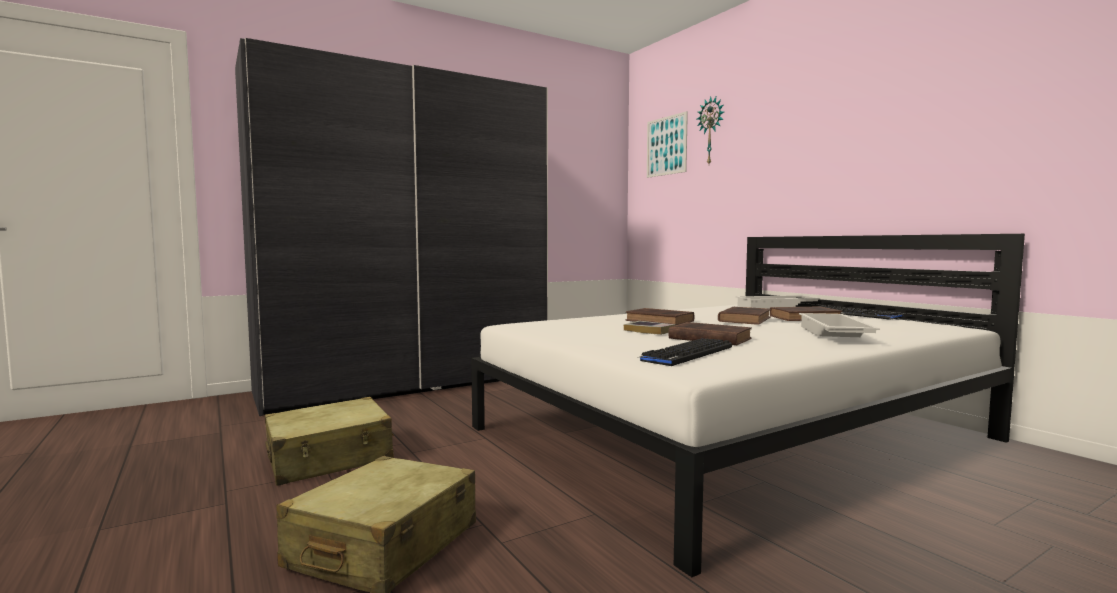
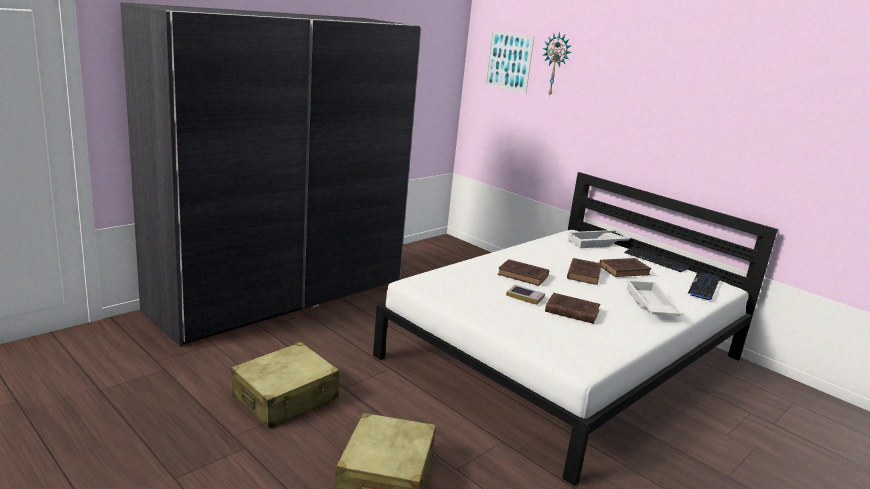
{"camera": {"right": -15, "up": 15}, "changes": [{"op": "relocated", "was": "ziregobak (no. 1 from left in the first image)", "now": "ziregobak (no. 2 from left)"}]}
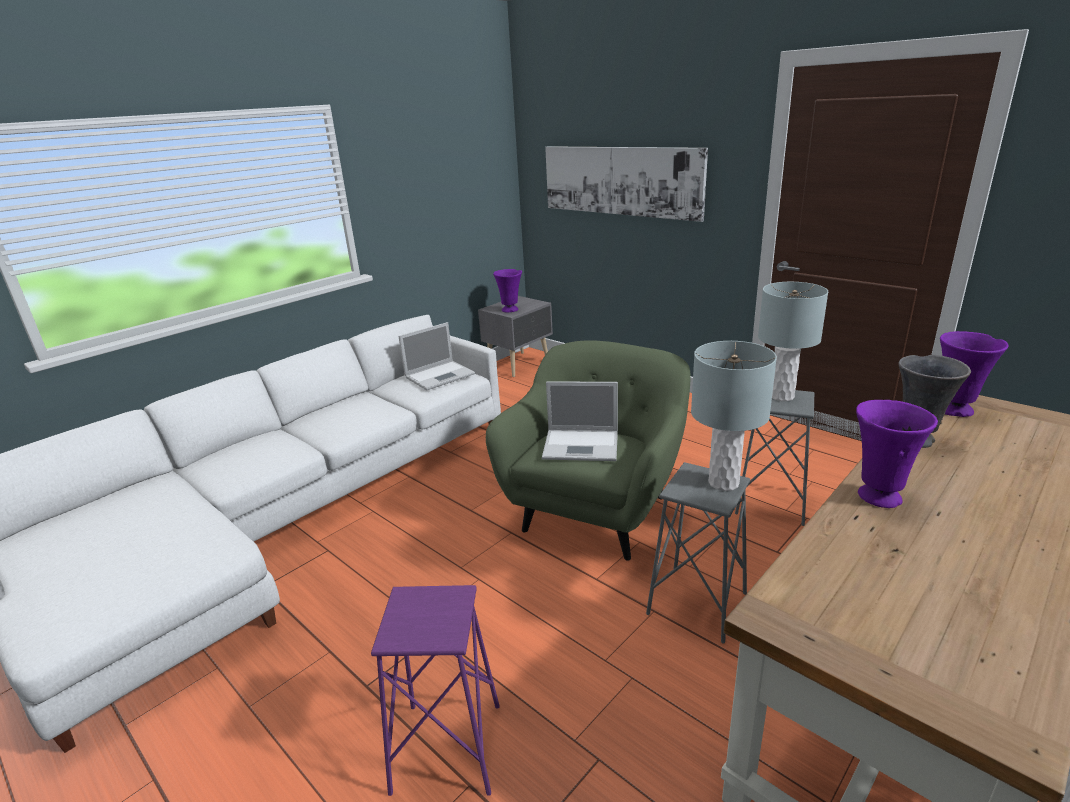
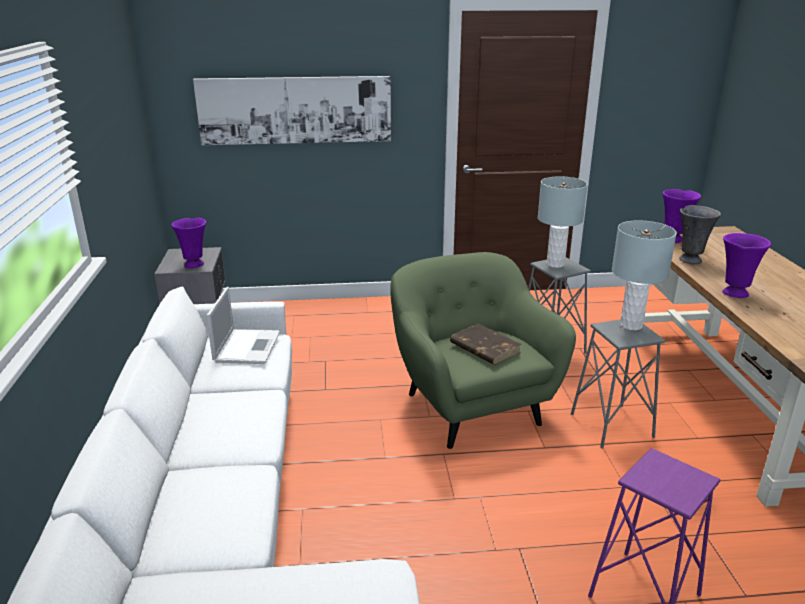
{"camera": {"right": -50, "up": 0}, "changes": [{"op": "exchanged", "was": "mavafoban (no. 2 from left)", "now": "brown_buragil"}]}
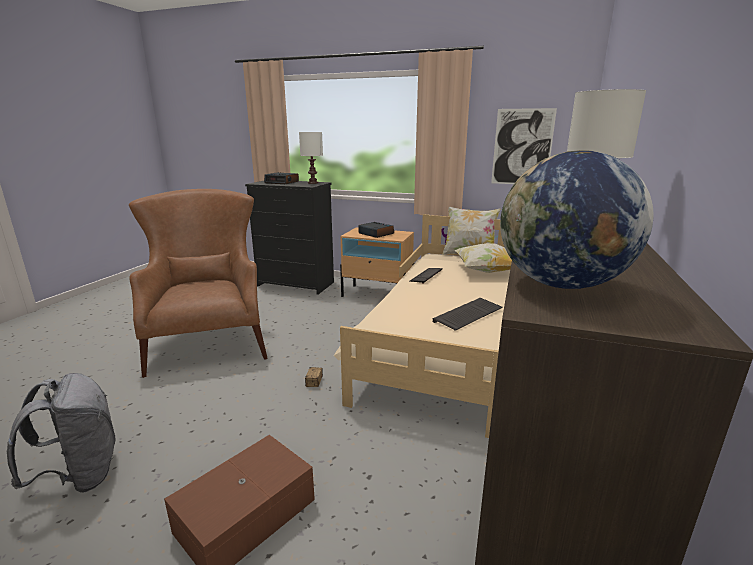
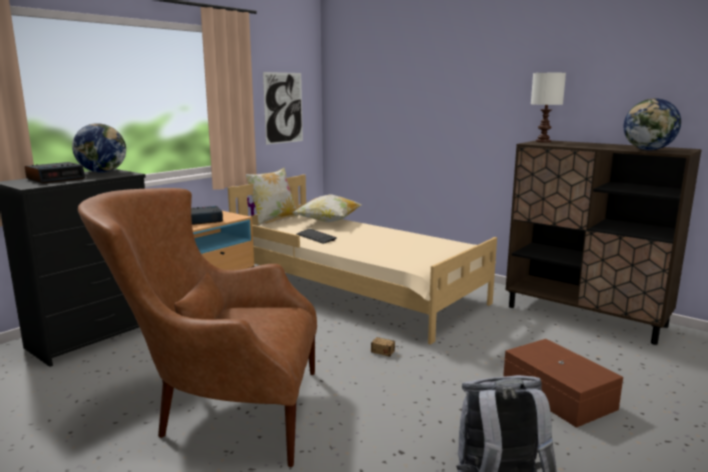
{"camera": {"right": -70, "up": -5}, "changes": [{"op": "exchanged", "was": "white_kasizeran (no. 1 from left)", "now": "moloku (no. 1 from left)"}, {"op": "missing", "was": "ziregobak (no. 2 from left)"}]}
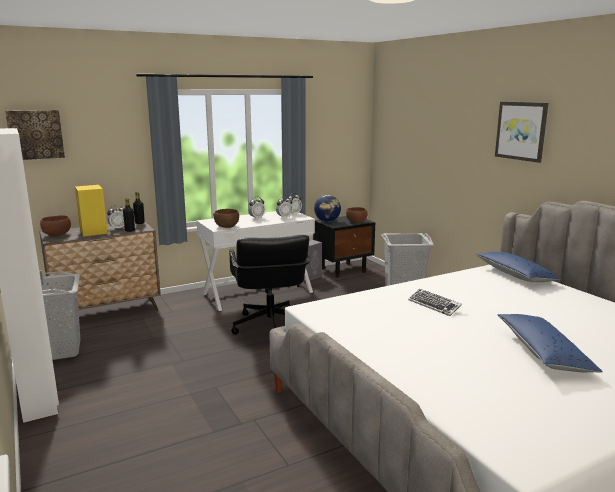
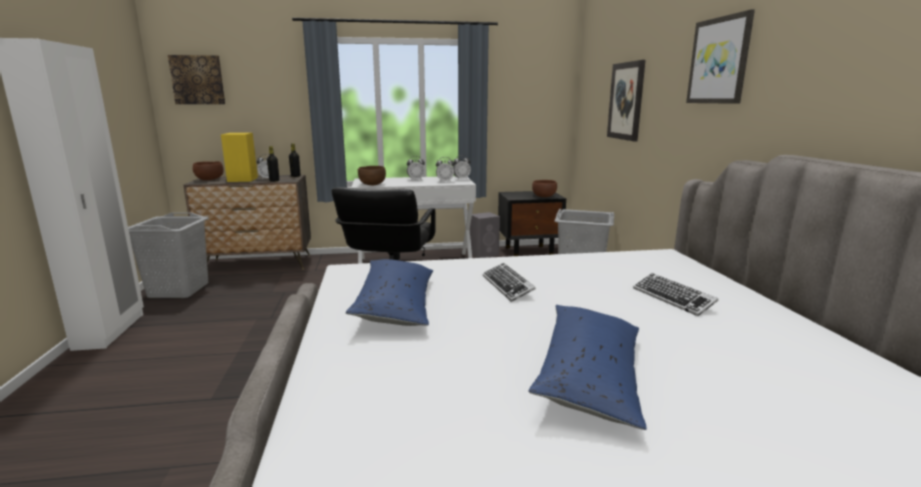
{"camera": {"right": 20, "up": 0}, "changes": [{"op": "relocated", "was": "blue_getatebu (no. 1 from left)"}, {"op": "appeared", "now": "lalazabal (no. 2 from left)"}, {"op": "appeared", "now": "ziregobak (no. 2 from left)"}, {"op": "missing", "was": "moloku"}]}
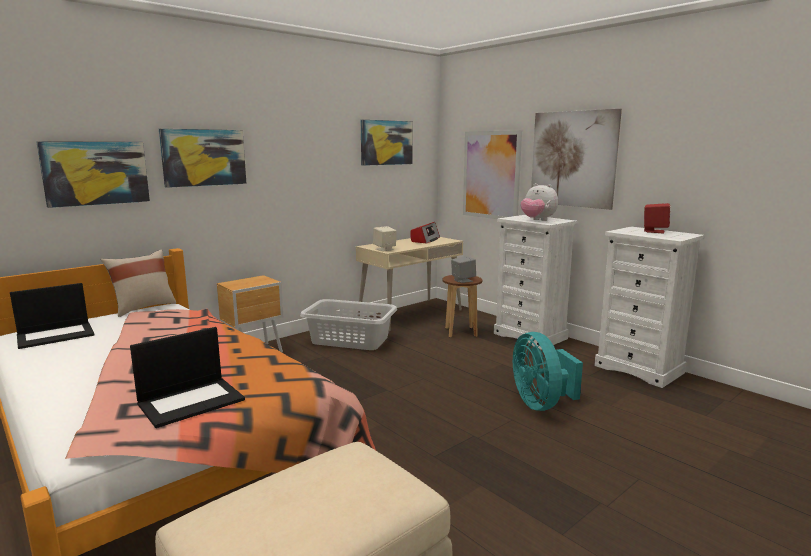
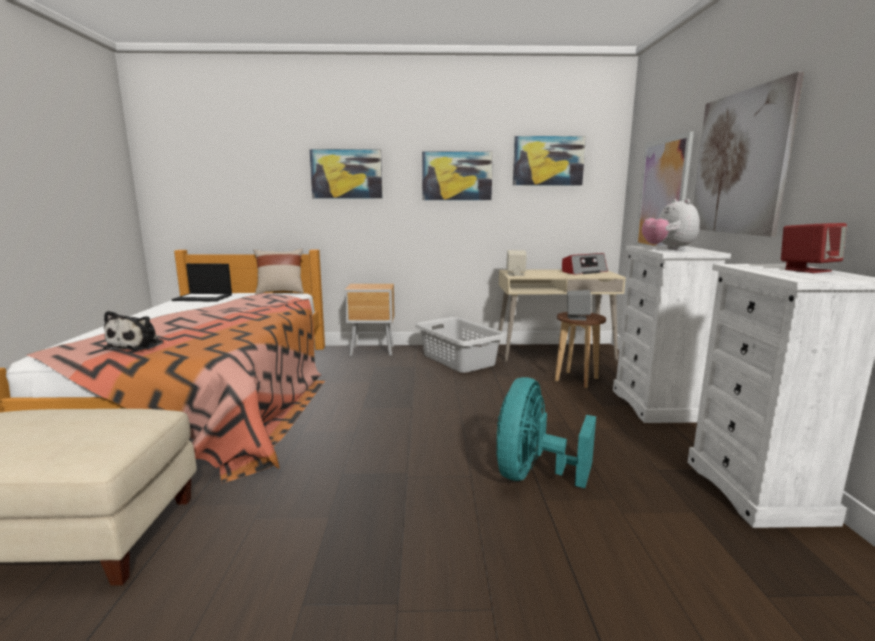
{"camera": {"right": 40, "up": 0}, "changes": [{"op": "exchanged", "was": "mavafoban (no. 2 from left)", "now": "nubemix (no. 1 from left)"}, {"op": "relocated", "was": "lalazabal (no. 1 from left in the first image)", "now": "lalazabal (no. 2 from left)"}]}
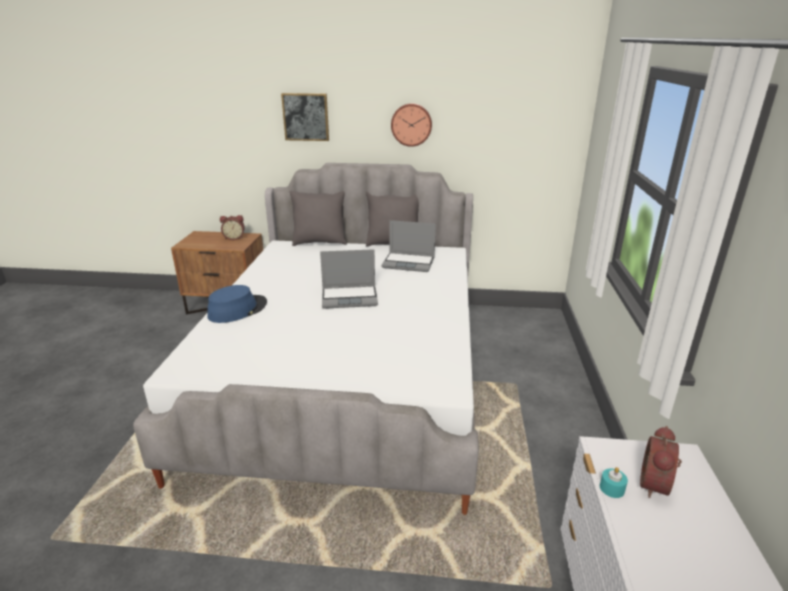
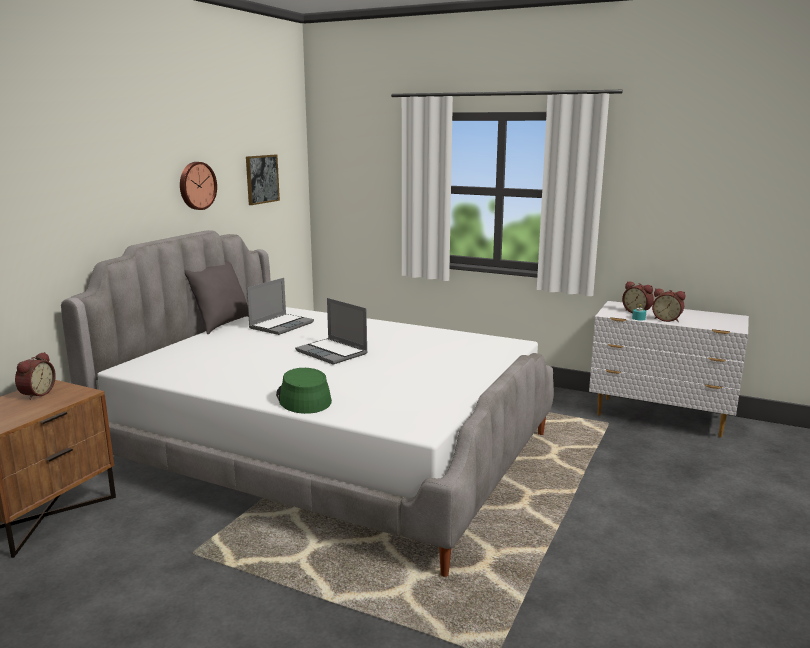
{"camera": {"right": -70, "up": -10}, "changes": [{"op": "relocated", "was": "lalazabal"}, {"op": "colour", "was": "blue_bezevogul", "now": "green_bezevogul"}, {"op": "spun", "was": "mavafoban (no. 1 from left in the first image)", "clockwise": 120}, {"op": "appeared", "now": "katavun (no. 3 from left)"}, {"op": "missing", "was": "grey_getatebu (no. 1 from left)"}]}
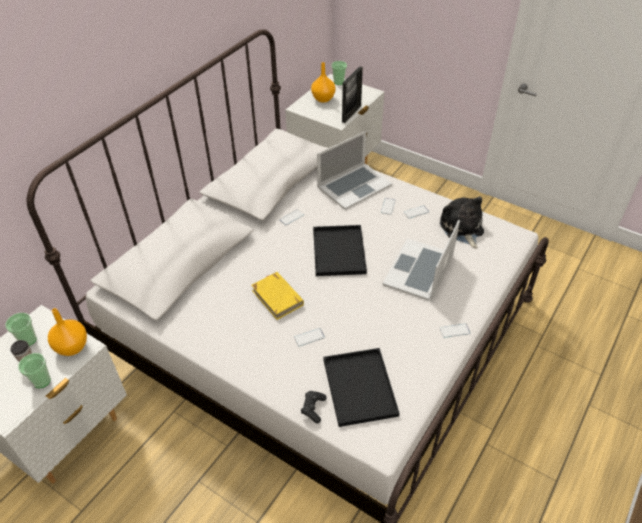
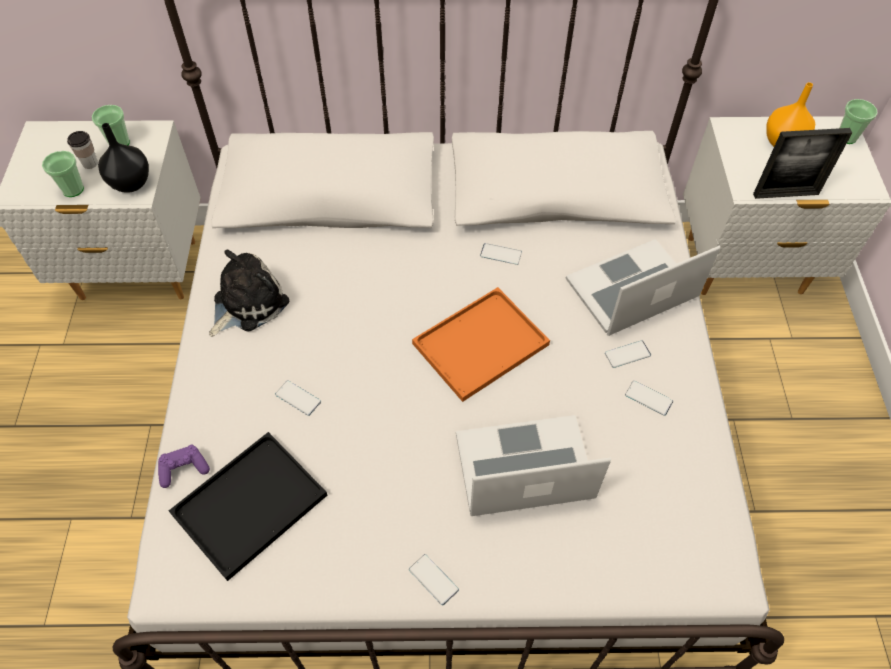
{"camera": {"right": 55, "up": 10}, "changes": [{"op": "colour", "was": "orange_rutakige (no. 1 from left)", "now": "black_rutakige"}, {"op": "colour", "was": "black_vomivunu", "now": "purple_vomivunu"}, {"op": "relocated", "was": "nubemix"}, {"op": "colour", "was": "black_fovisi (no. 1 from left)", "now": "orange_fovisi"}, {"op": "spun", "was": "mavafoban (no. 1 from left in the first image)", "clockwise": 135}, {"op": "missing", "was": "yellow_buragil"}]}
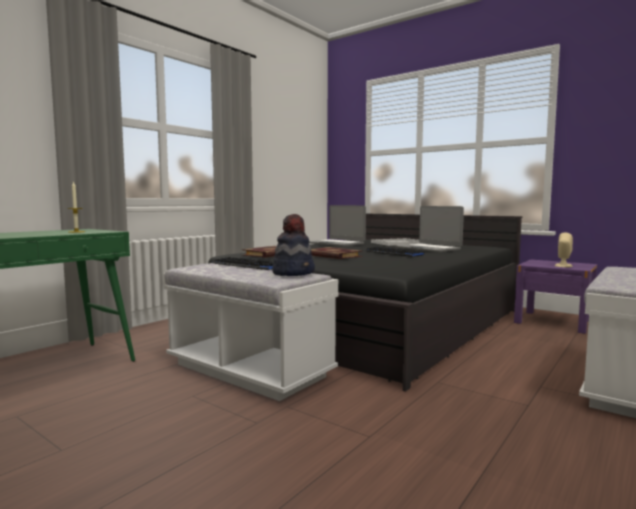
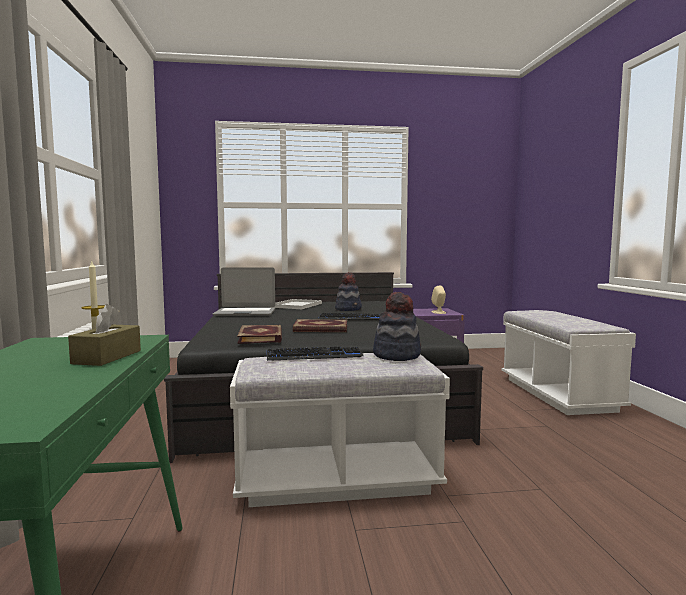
{"camera": {"right": -45, "up": 0}, "changes": [{"op": "appeared", "now": "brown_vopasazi"}, {"op": "exchanged", "was": "mavafoban (no. 2 from left)", "now": "bezevogul (no. 1 from left)"}]}
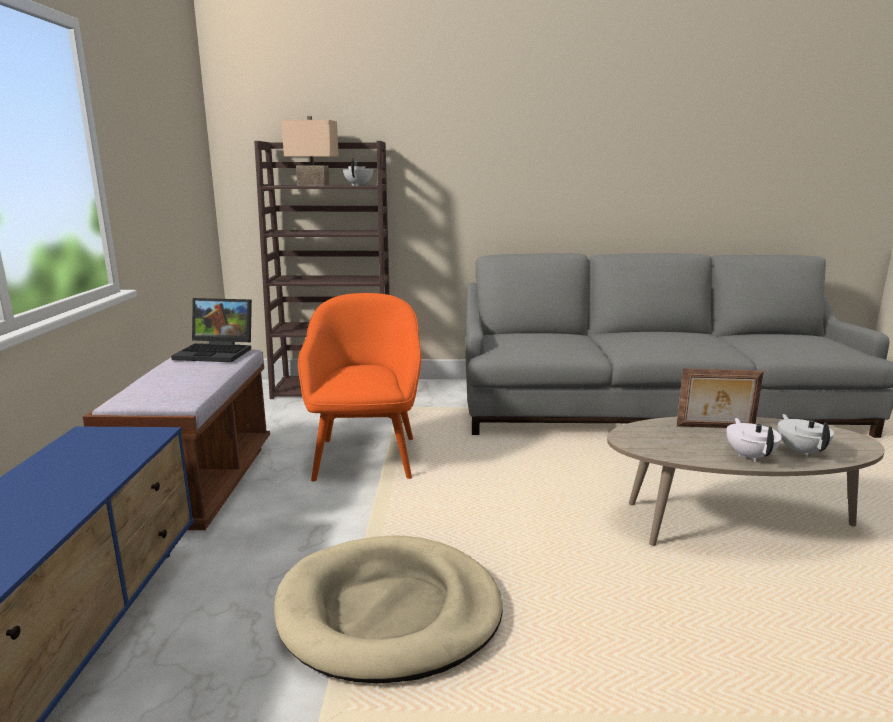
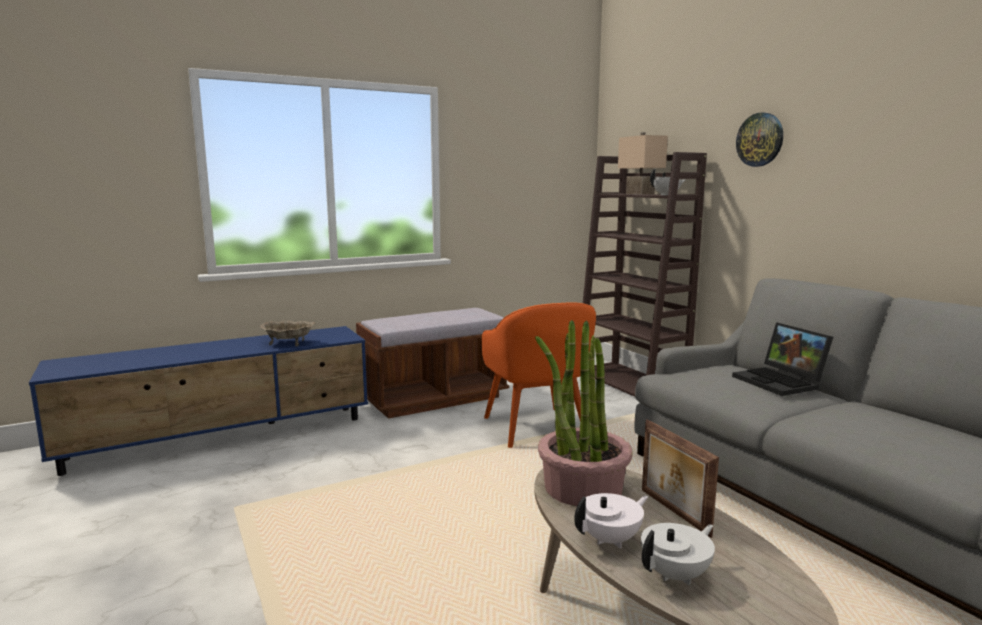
{"camera": {"right": 60, "up": -5}, "changes": [{"op": "appeared", "now": "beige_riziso"}, {"op": "spun", "was": "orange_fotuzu", "clockwise": 105}, {"op": "appeared", "now": "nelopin"}, {"op": "relocated", "was": "mavafoban"}, {"op": "appeared", "now": "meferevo"}, {"op": "missing", "was": "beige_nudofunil"}]}
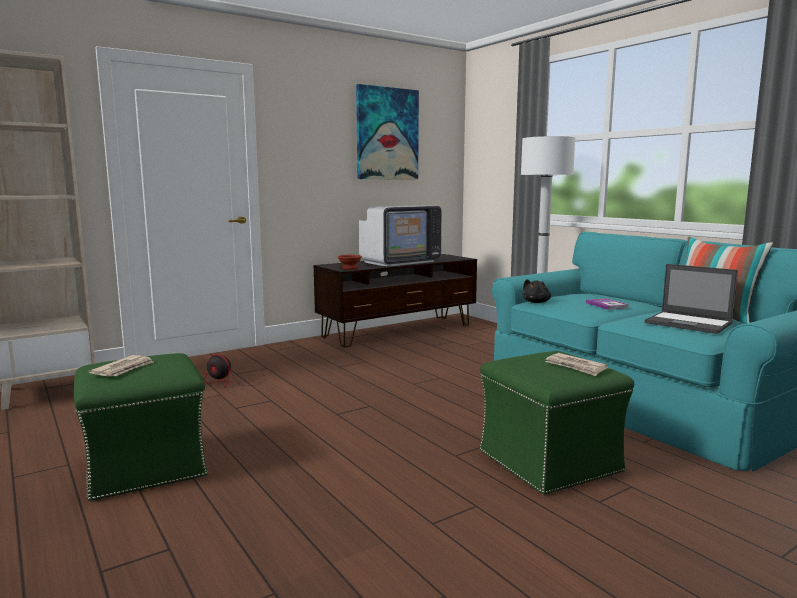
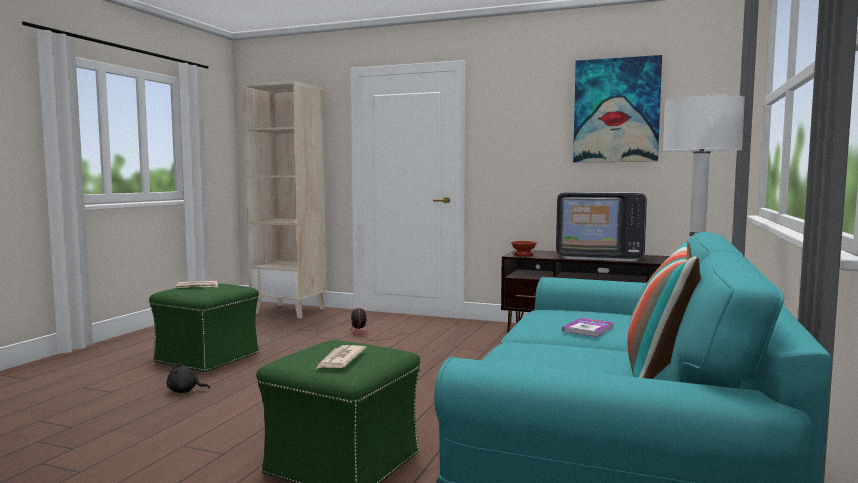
{"camera": {"right": 55, "up": -5}, "changes": [{"op": "relocated", "was": "black_nubemix"}, {"op": "missing", "was": "mavafoban"}]}
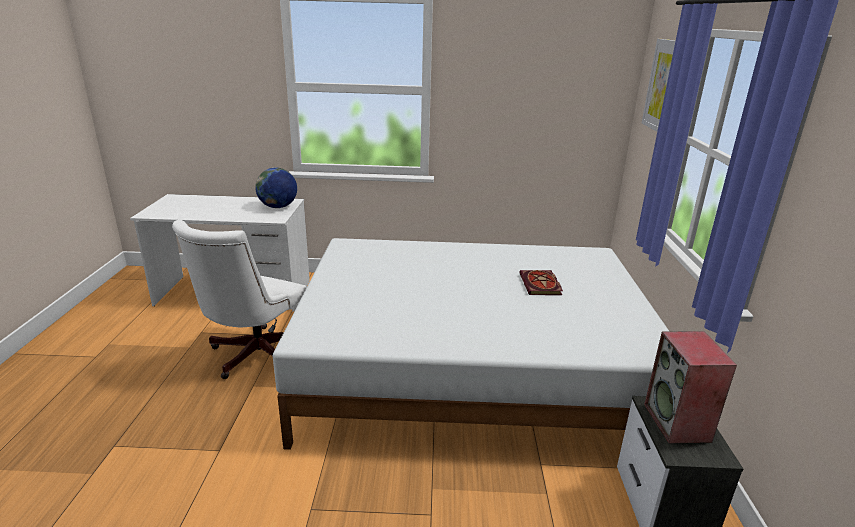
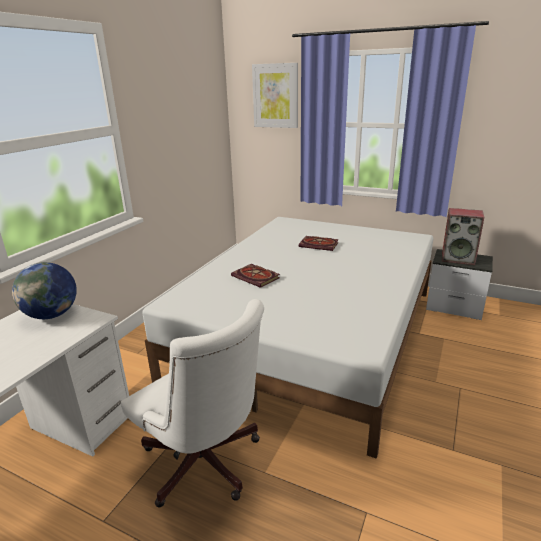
{"camera": {"right": -65, "up": 0}, "changes": [{"op": "appeared", "now": "buragil (no. 1 from left)"}]}
